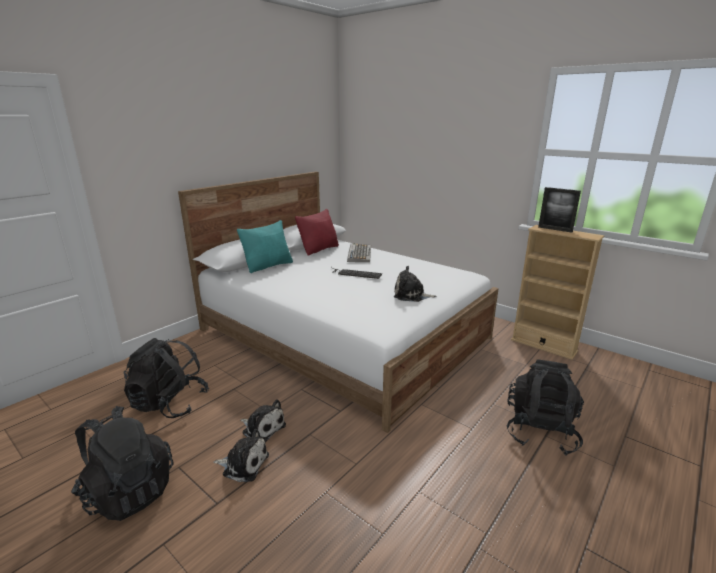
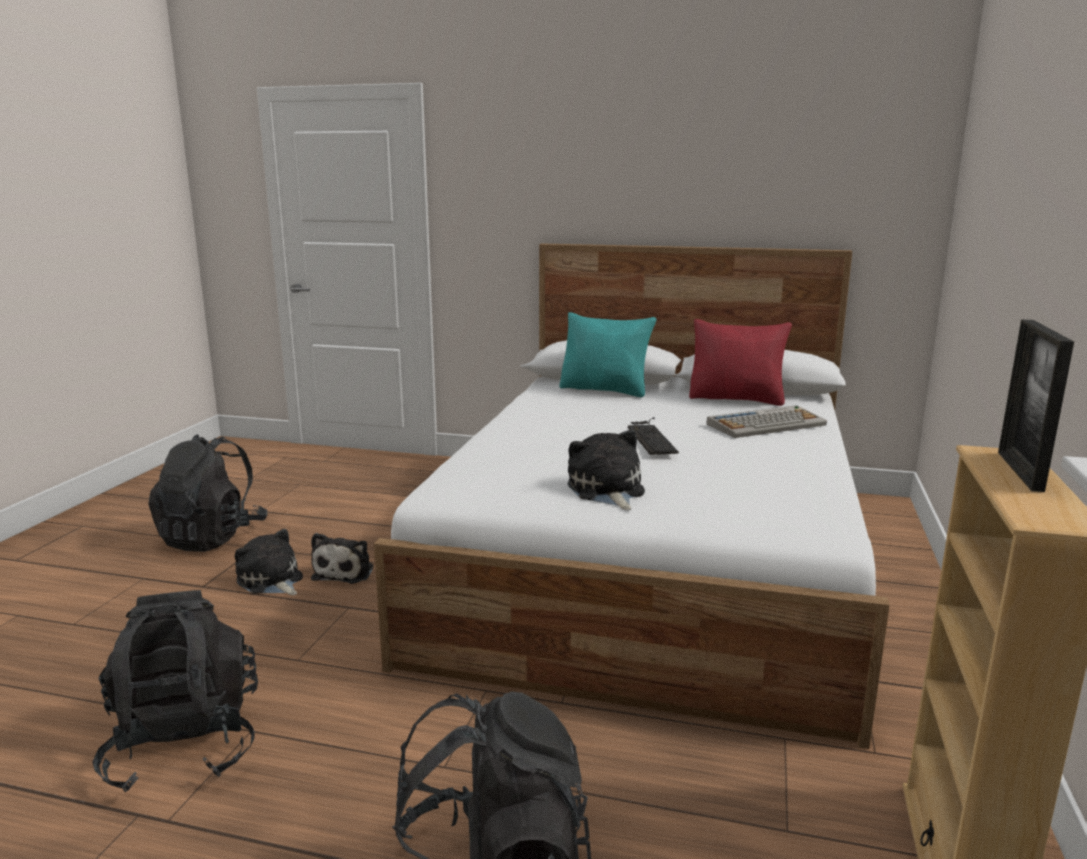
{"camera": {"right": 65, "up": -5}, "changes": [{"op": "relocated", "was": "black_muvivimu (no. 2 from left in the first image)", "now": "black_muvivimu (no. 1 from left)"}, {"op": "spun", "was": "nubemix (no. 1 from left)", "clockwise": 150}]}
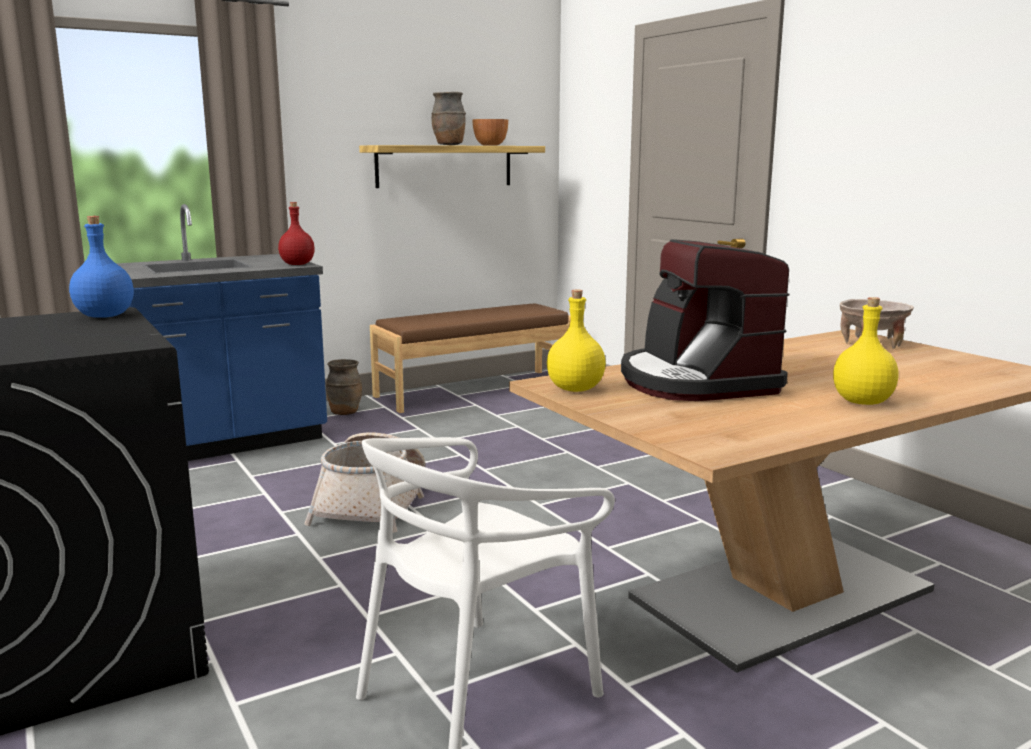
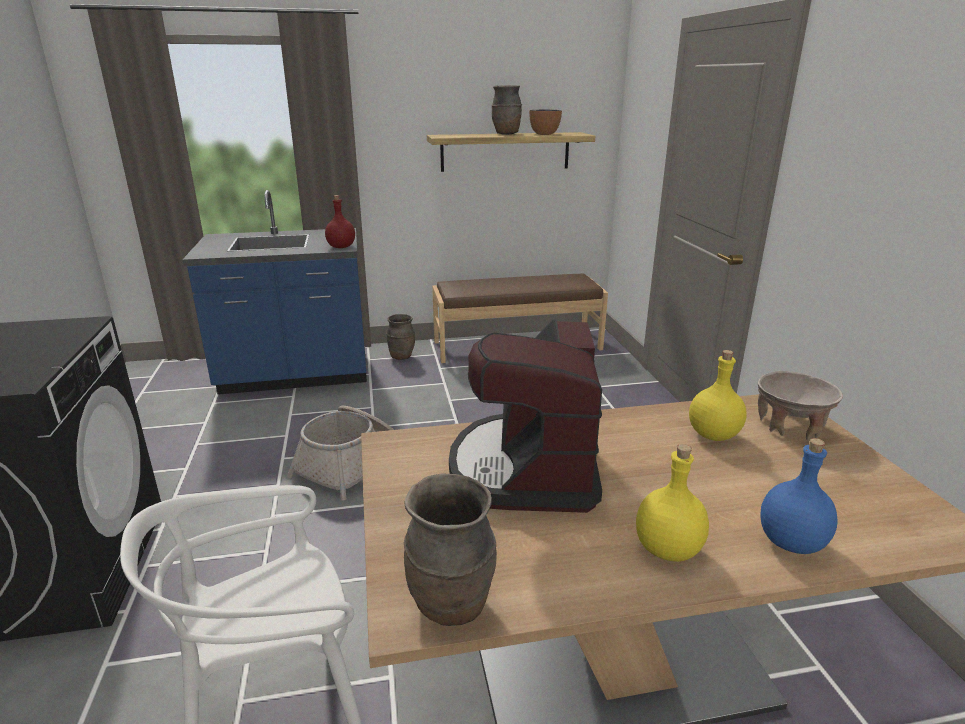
{"camera": {"right": 20, "up": 10}, "changes": [{"op": "appeared", "now": "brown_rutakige (no. 2 from left)"}, {"op": "relocated", "was": "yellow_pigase (no. 1 from left in the first image)", "now": "yellow_pigase (no. 2 from left)"}, {"op": "relocated", "was": "blue_pigase"}]}
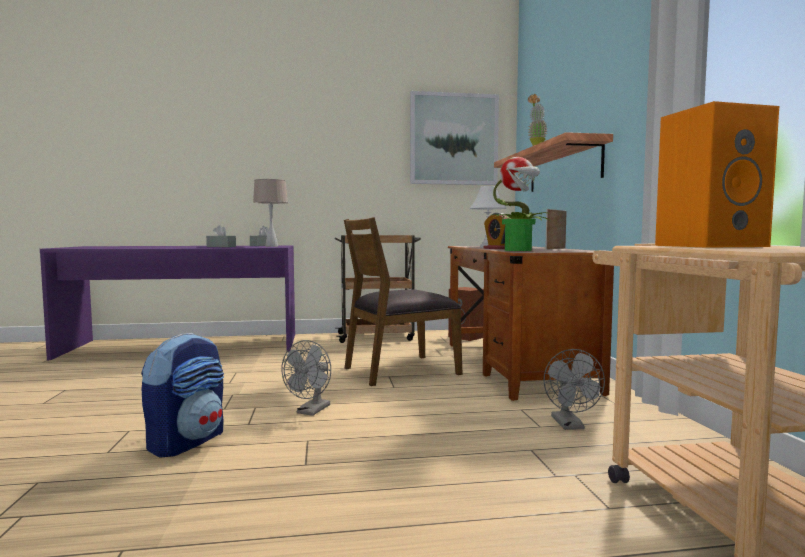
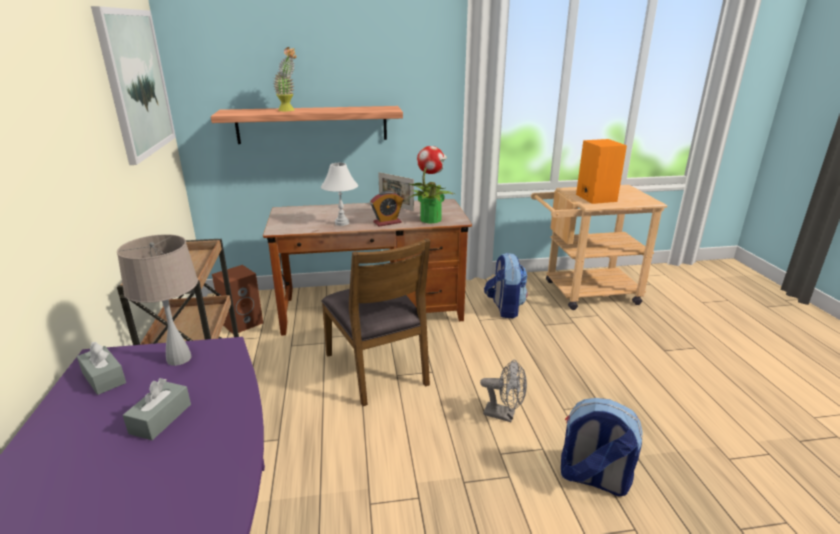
{"camera": {"right": -90, "up": 20}, "changes": [{"op": "exchanged", "was": "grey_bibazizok (no. 2 from left)", "now": "muvivimu (no. 1 from left)"}]}
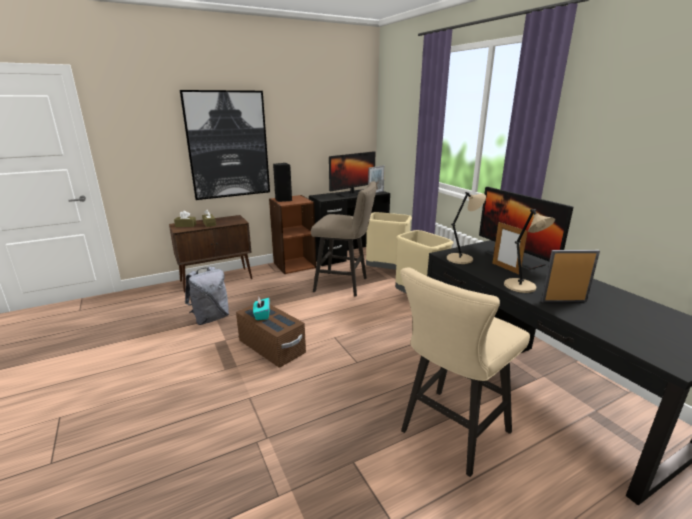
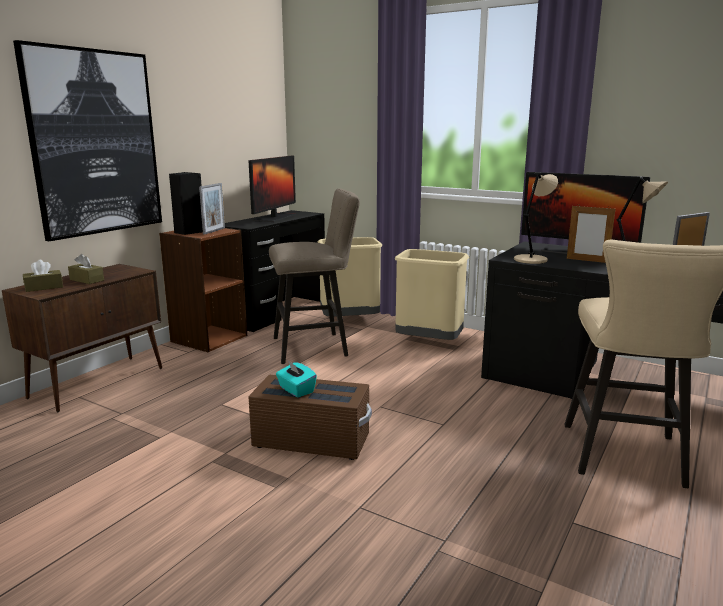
{"camera": {"right": -30, "up": -5}, "changes": [{"op": "relocated", "was": "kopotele (no. 1 from left)"}, {"op": "missing", "was": "grey_muvivimu"}]}
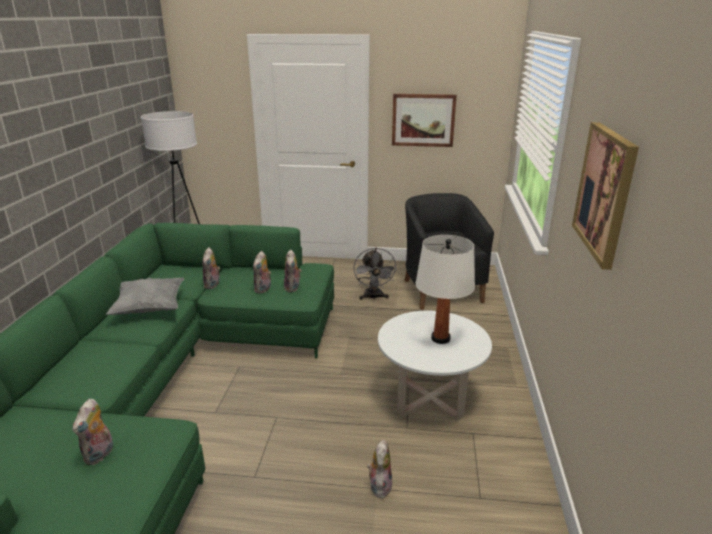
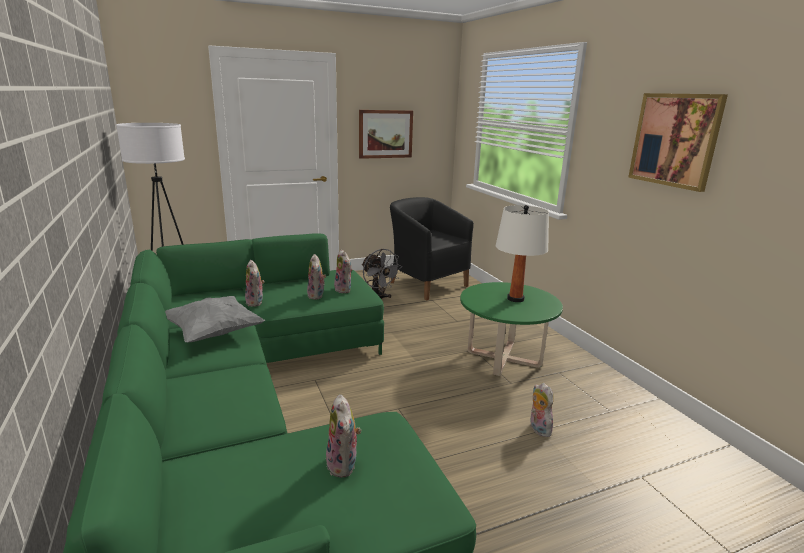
{"camera": {"right": -30, "up": -5}, "changes": [{"op": "colour", "was": "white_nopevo", "now": "green_nopevo"}]}
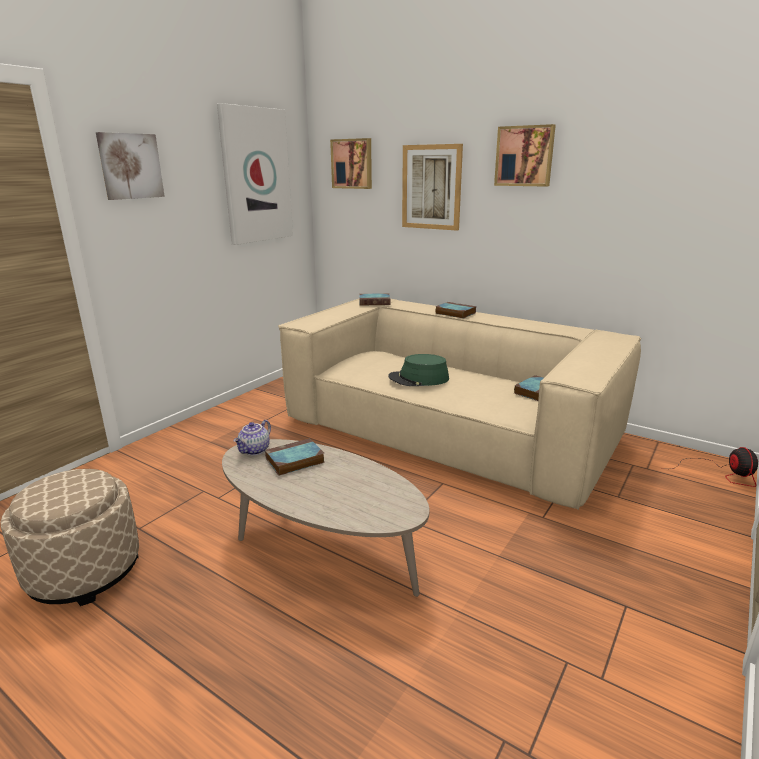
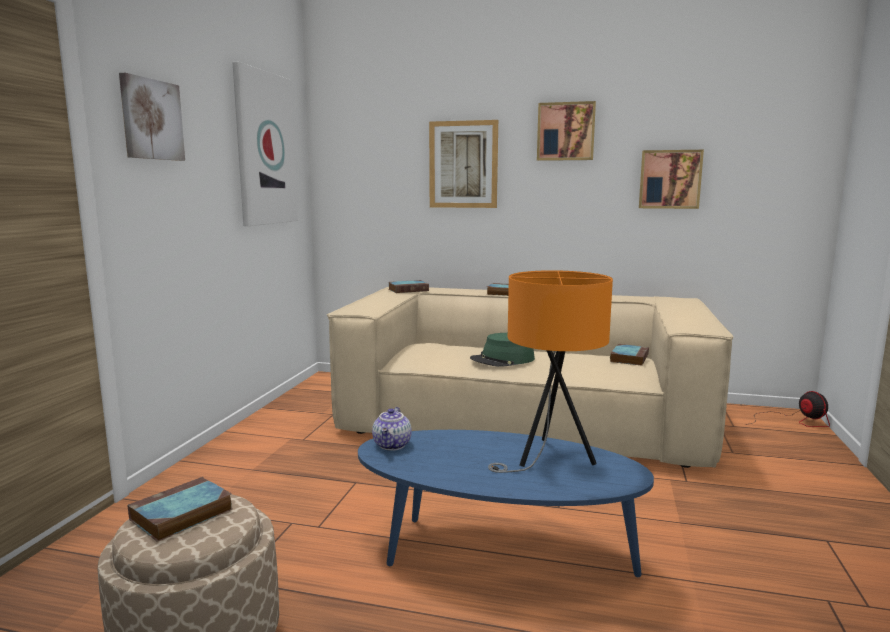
{"camera": {"right": -20, "up": -10}, "changes": [{"op": "relocated", "was": "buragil (no. 1 from left)"}, {"op": "colour", "was": "beige_nopevo", "now": "blue_nopevo"}, {"op": "appeared", "now": "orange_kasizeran"}, {"op": "relocated", "was": "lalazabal (no. 3 from left in the first image)", "now": "lalazabal (no. 5 from left)"}]}
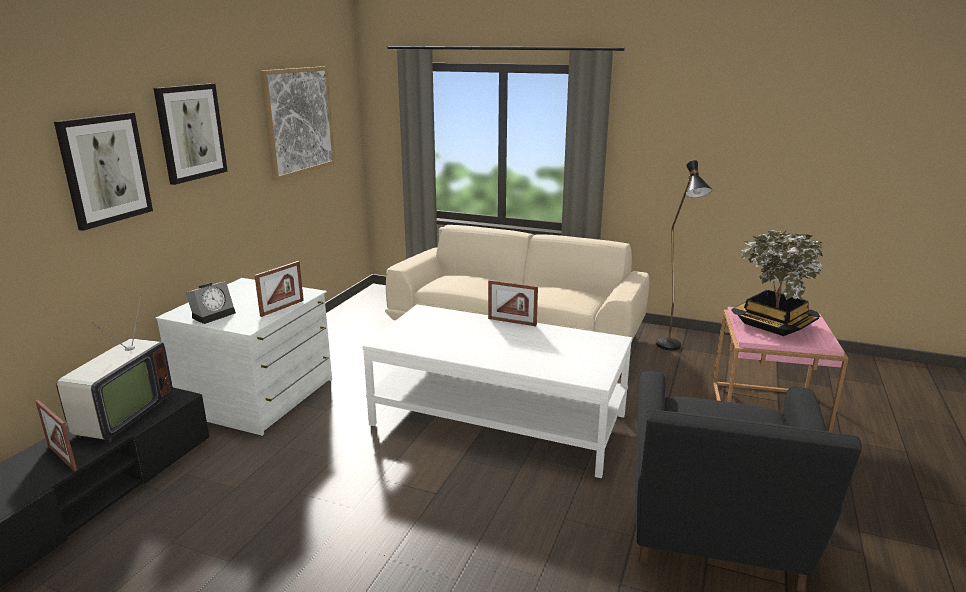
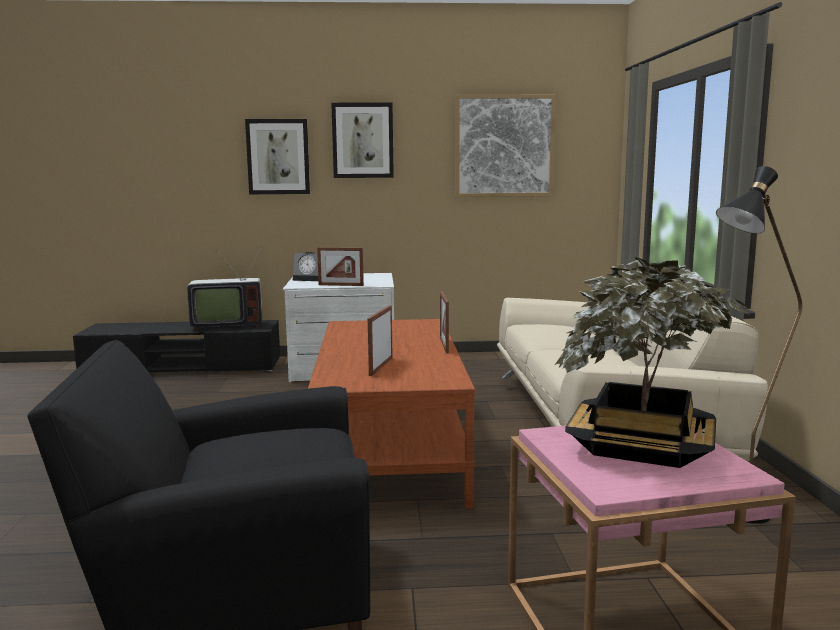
{"camera": {"right": 65, "up": -10}, "changes": [{"op": "colour", "was": "white_nopevo", "now": "brown_nopevo"}, {"op": "relocated", "was": "kopotele (no. 1 from left in the first image)", "now": "kopotele (no. 2 from left)"}]}
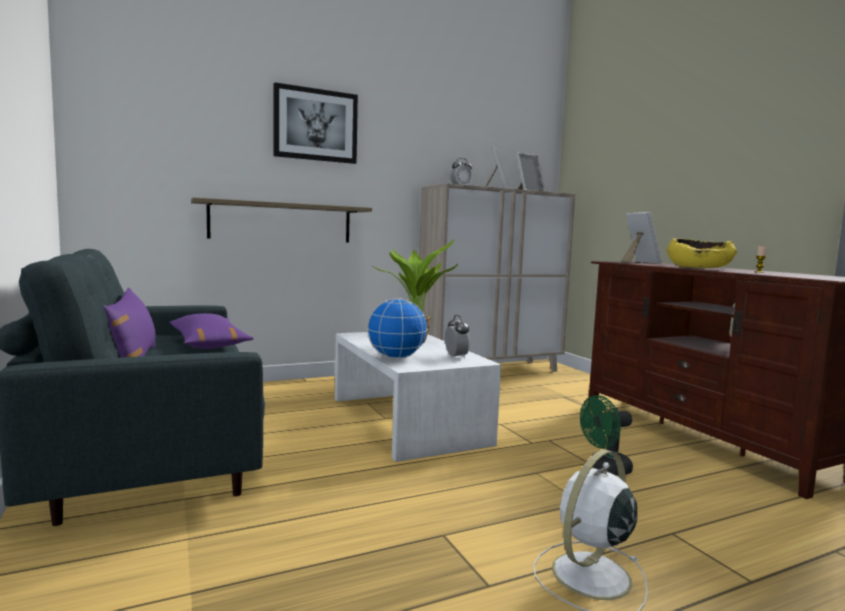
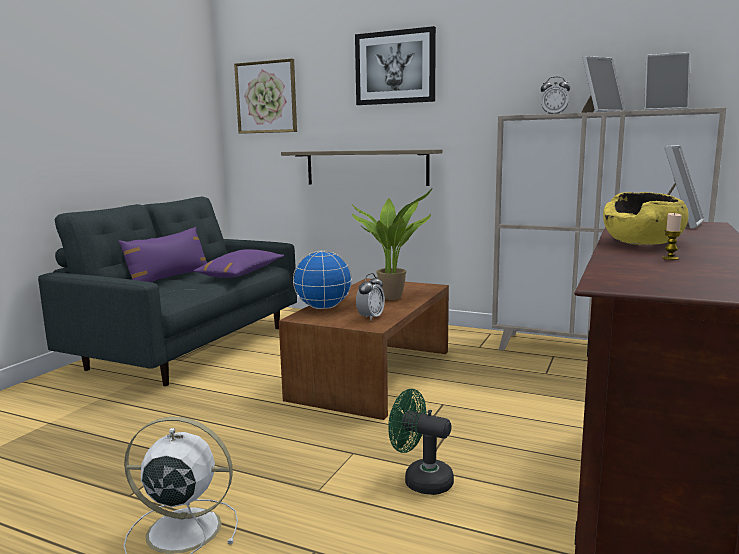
{"camera": {"right": 50, "up": 5}, "changes": [{"op": "appeared", "now": "lalazabal (no. 1 from left)"}, {"op": "colour", "was": "white_nopevo", "now": "brown_nopevo"}]}
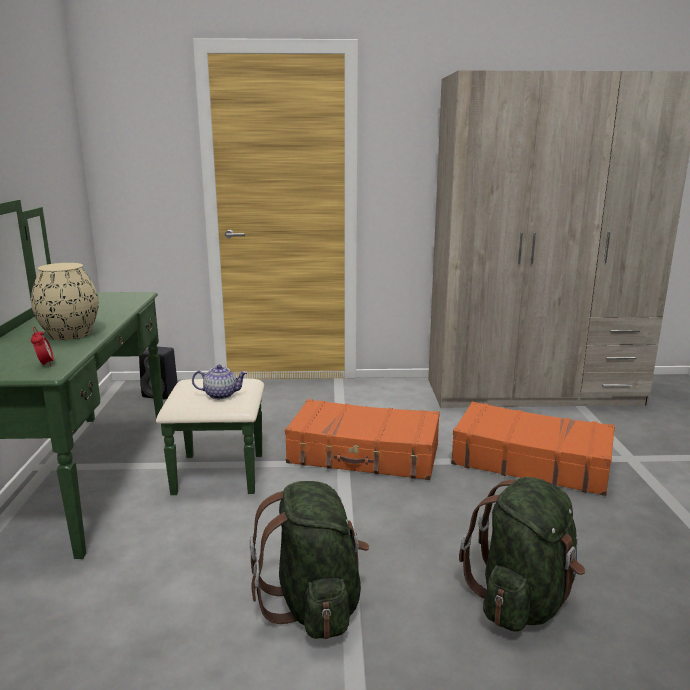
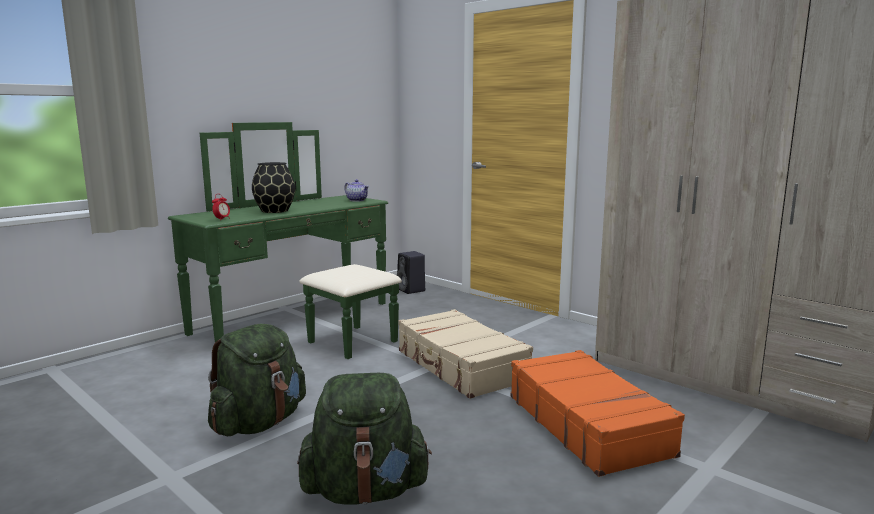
{"camera": {"right": 45, "up": -5}, "changes": [{"op": "colour", "was": "beige_rutakige", "now": "black_rutakige"}, {"op": "relocated", "was": "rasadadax"}, {"op": "colour", "was": "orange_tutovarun (no. 1 from left)", "now": "beige_tutovarun"}]}
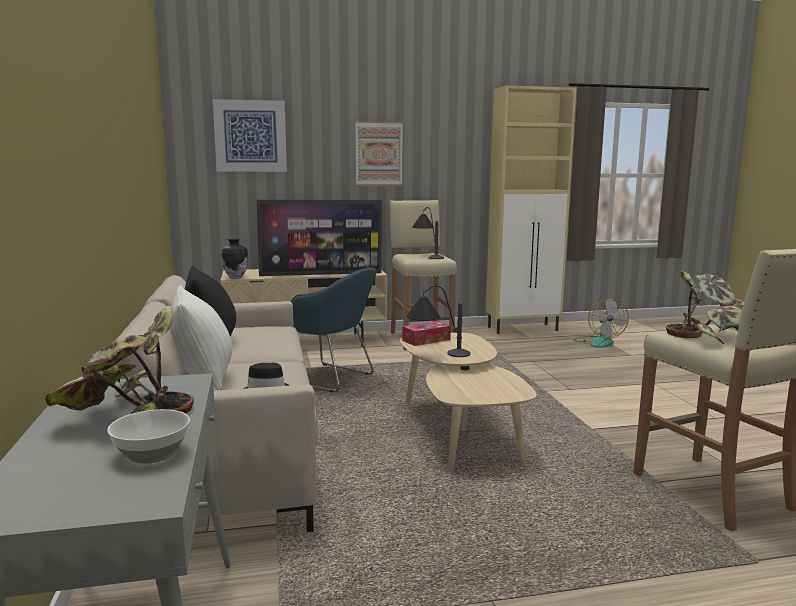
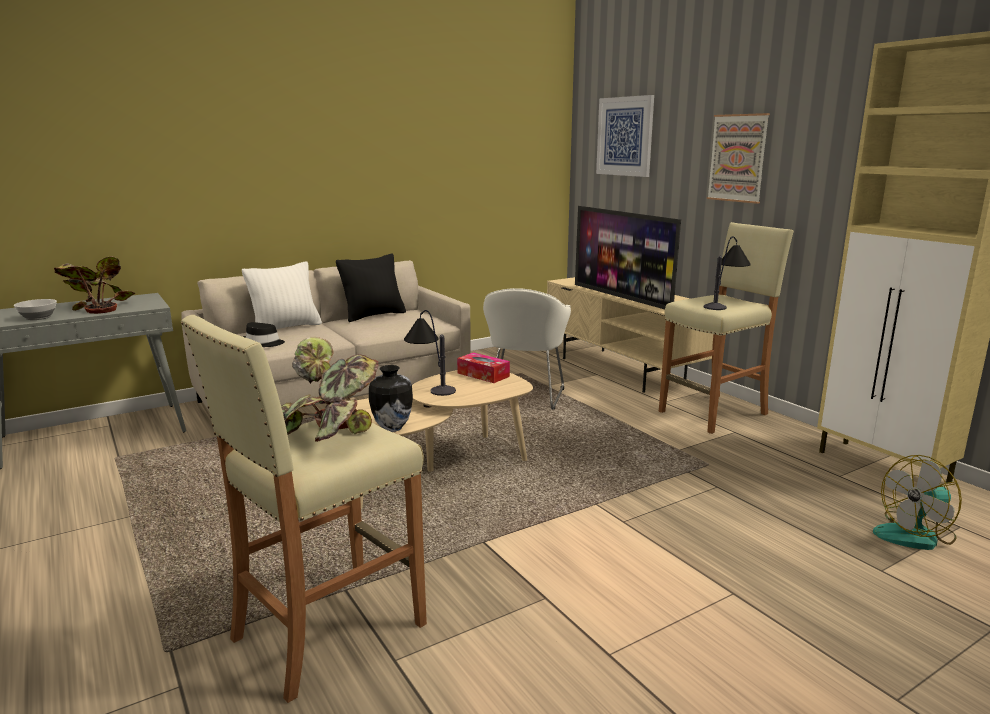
{"camera": {"right": 70, "up": 5}, "changes": [{"op": "relocated", "was": "rutakige"}, {"op": "colour", "was": "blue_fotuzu", "now": "white_fotuzu"}]}
